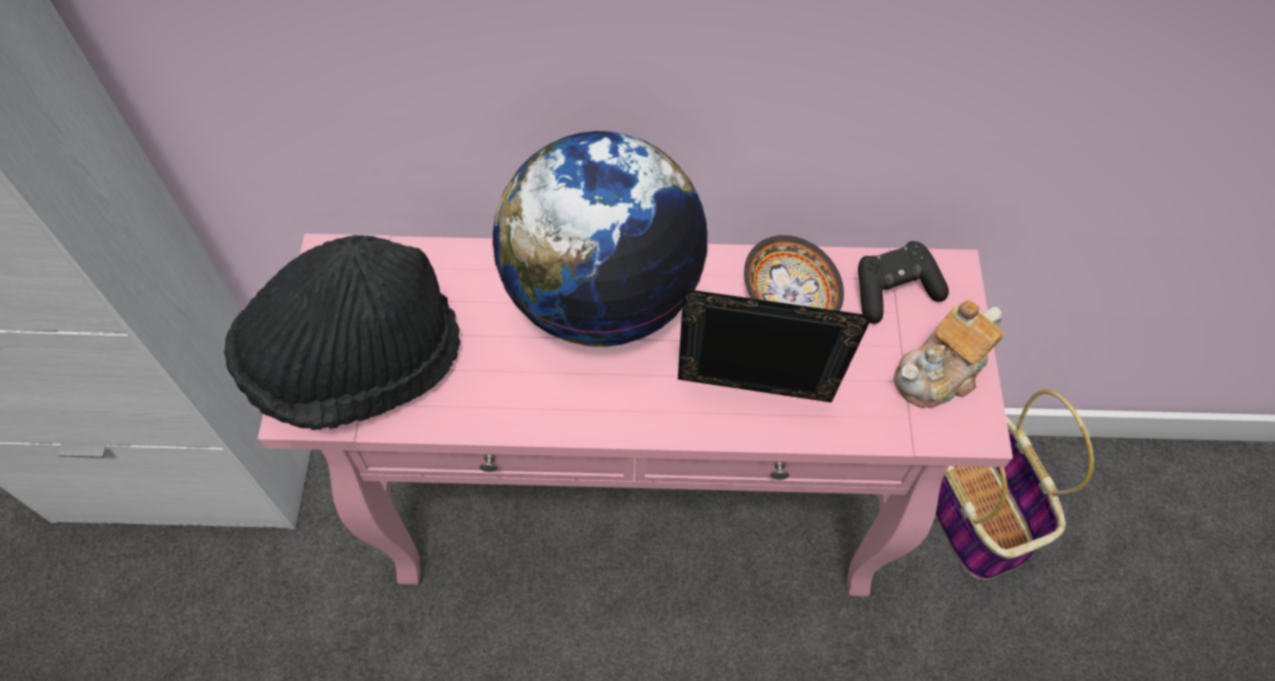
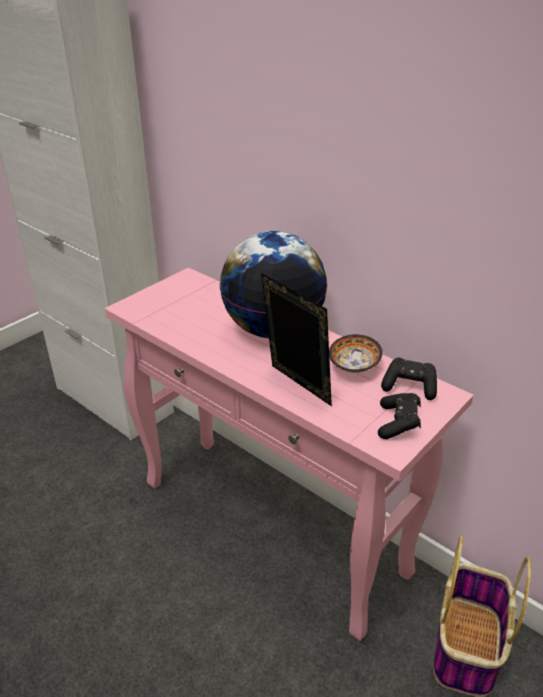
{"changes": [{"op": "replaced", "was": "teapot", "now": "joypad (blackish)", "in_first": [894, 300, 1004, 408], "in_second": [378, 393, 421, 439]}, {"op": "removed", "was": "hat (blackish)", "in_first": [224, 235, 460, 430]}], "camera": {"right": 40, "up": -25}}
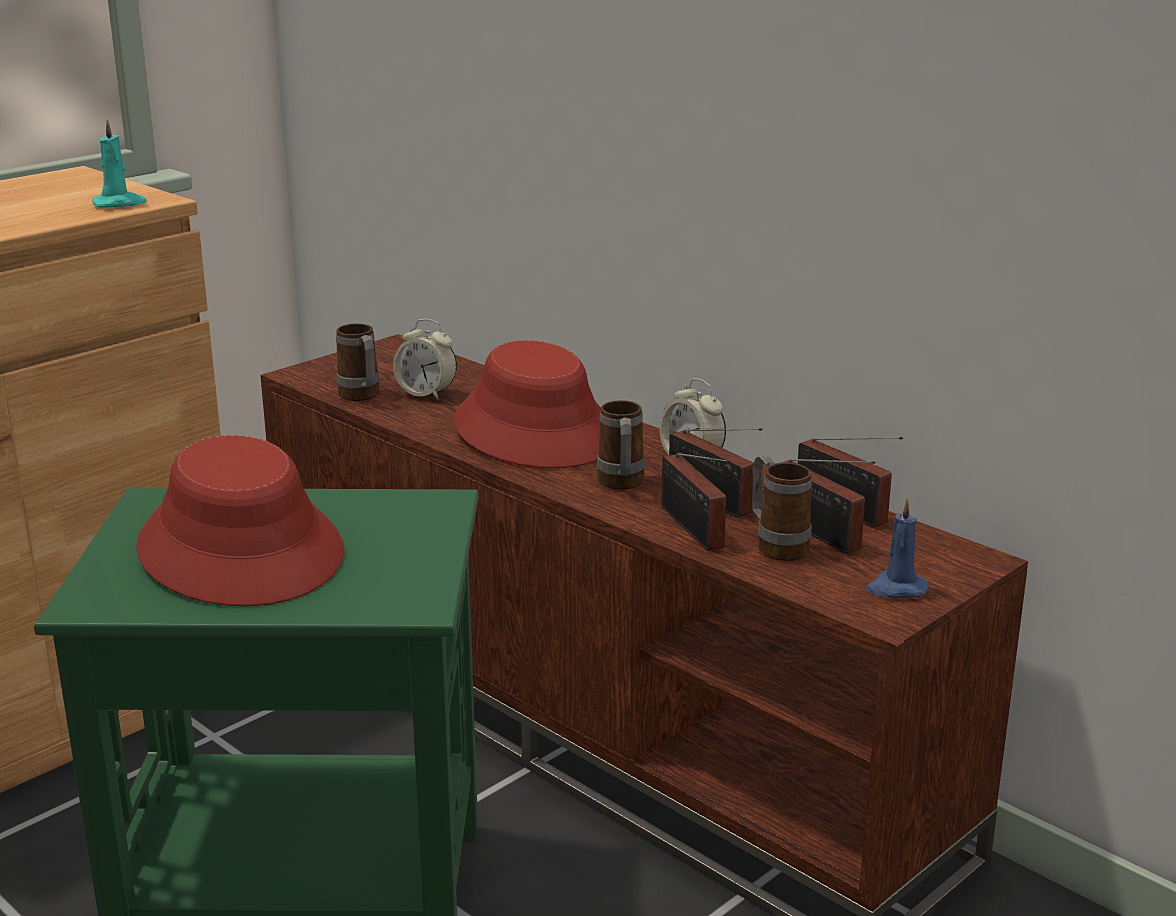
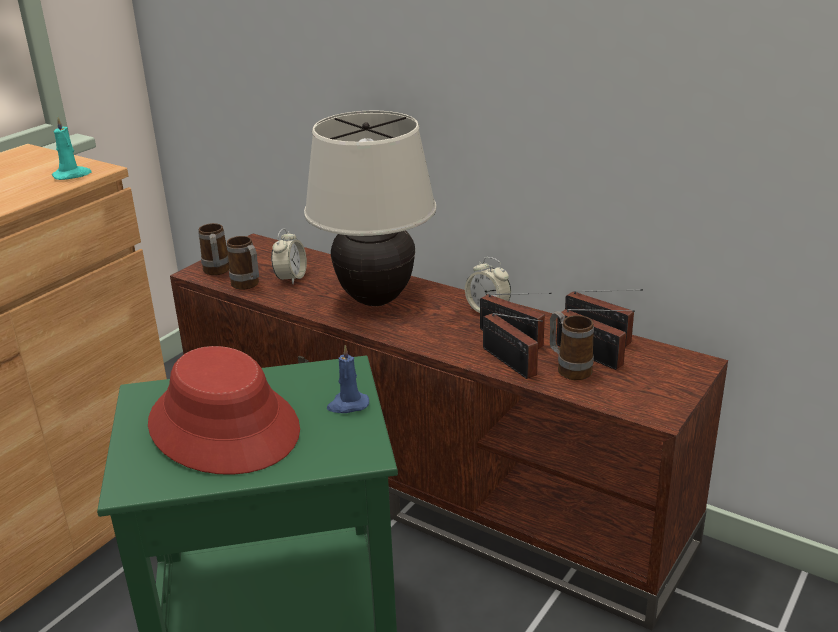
{"changes": [{"op": "moved", "was": "tea mug", "in_first": [597, 400, 645, 489], "in_second": [198, 223, 229, 275]}, {"op": "turned", "was": "alarm clock", "in_first": [393, 319, 457, 400], "in_second": [271, 228, 307, 284], "clockwise": -90}, {"op": "replaced", "was": "hat (red-coloured)", "now": "lamp for a table (sand-coloured)", "in_first": [454, 340, 601, 468], "in_second": [304, 111, 437, 306]}, {"op": "moved", "was": "wax candle (bluish)", "in_first": [866, 498, 928, 598], "in_second": [327, 345, 369, 413]}], "camera": {"right": -10, "up": 5}}
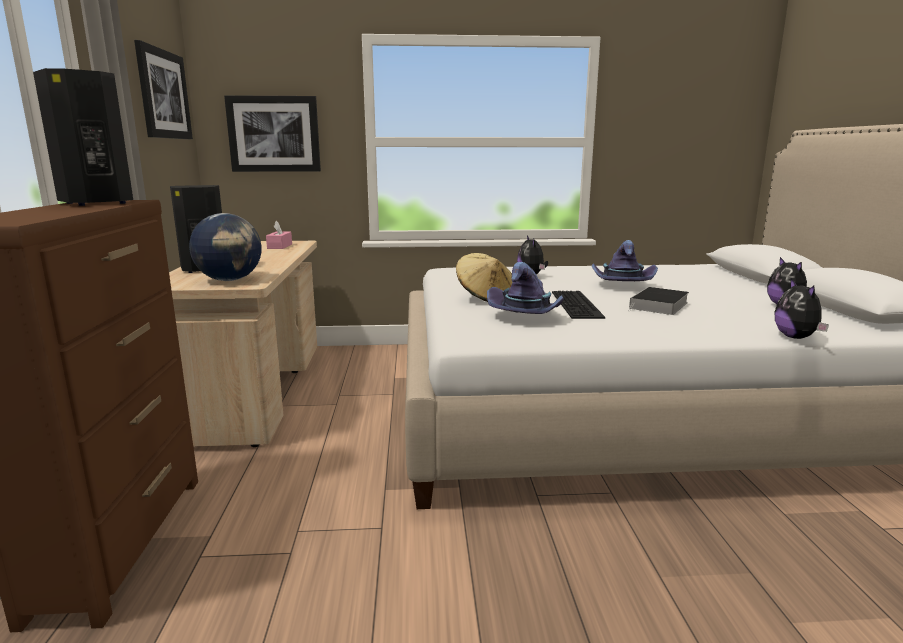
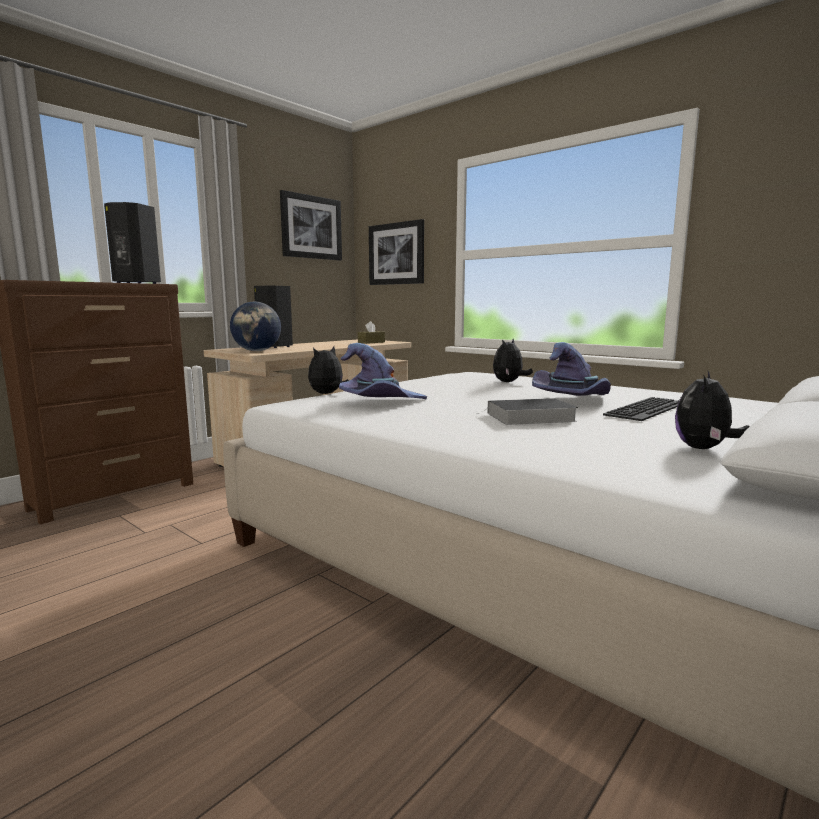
{"changes": [{"op": "moved", "was": "cuddly toy", "in_first": [774, 279, 829, 339], "in_second": [308, 347, 349, 394]}, {"op": "recoloured", "was": "tissue holder (pink)", "now": "tissue holder (brown-coloured)", "in_first": [266, 221, 292, 249], "in_second": [358, 321, 385, 344]}, {"op": "moved", "was": "computer keyboard", "in_first": [552, 291, 605, 319], "in_second": [603, 397, 679, 421]}, {"op": "removed", "was": "hat (sand-coloured)", "in_first": [456, 253, 512, 302]}], "camera": {"right": 45, "up": -5}}
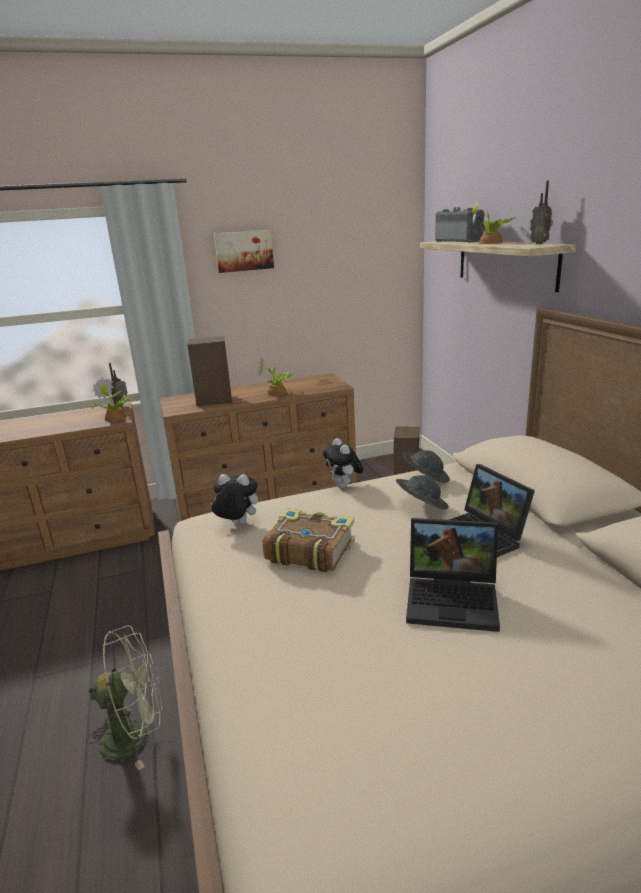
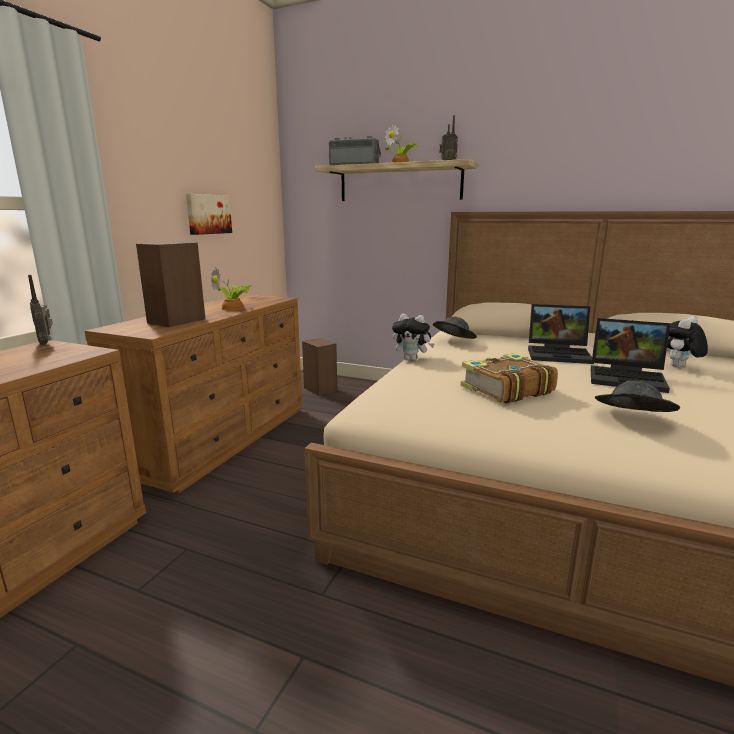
{"changes": [{"op": "moved", "was": "wall art", "in_first": [214, 230, 274, 273], "in_second": [186, 194, 232, 235]}, {"op": "turned", "was": "laptop", "in_first": [406, 518, 500, 632], "in_second": [591, 318, 670, 393], "clockwise": 60}, {"op": "moved", "was": "hat (grey)", "in_first": [396, 475, 448, 509], "in_second": [595, 381, 680, 412]}, {"op": "moved", "was": "cuddly toy", "in_first": [210, 474, 258, 524], "in_second": [667, 316, 708, 367]}, {"op": "removed", "was": "fan (greenish)", "in_first": [86, 625, 162, 770]}, {"op": "removed", "was": "plant in a pot", "in_first": [91, 377, 134, 422]}], "camera": {"right": -50, "up": -5}}
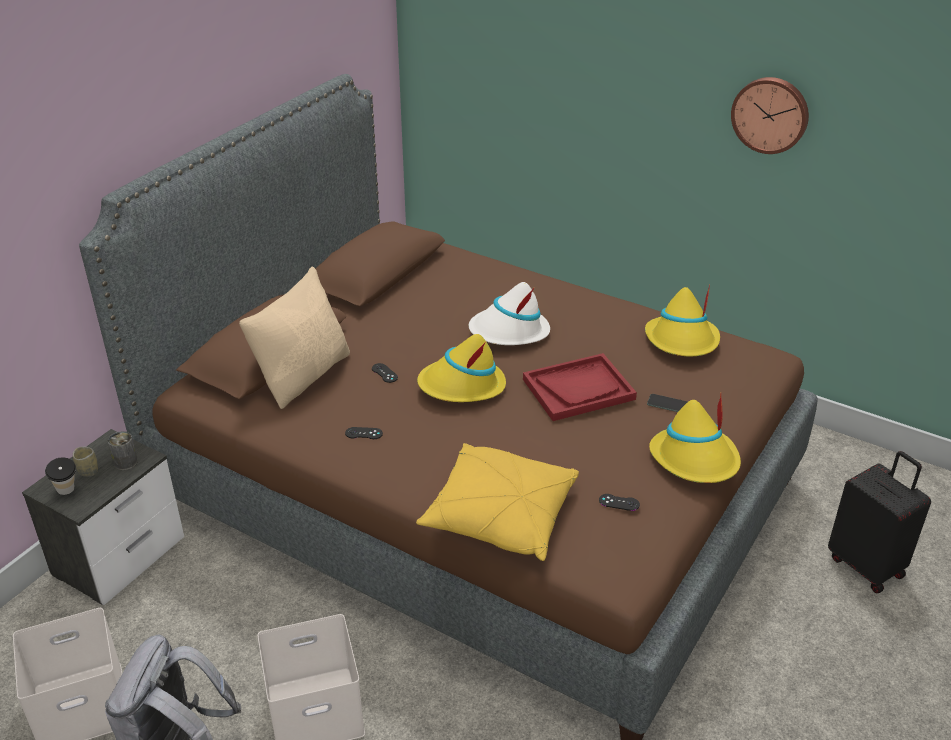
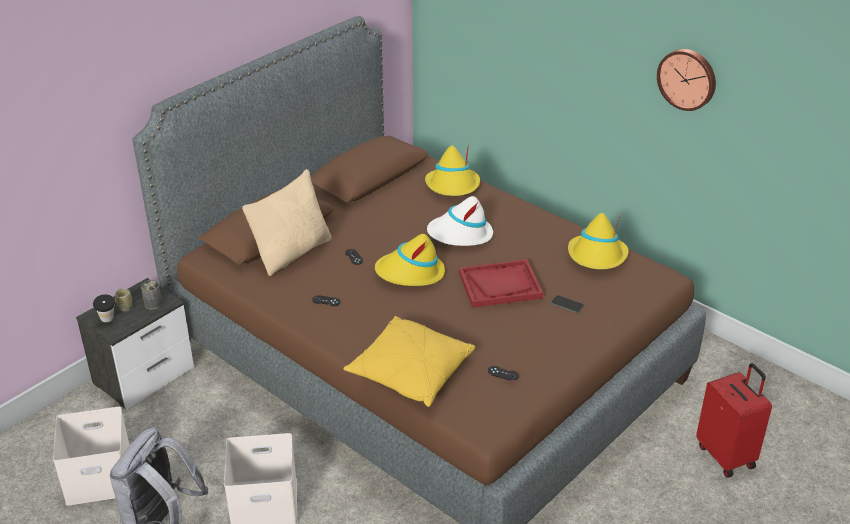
{"changes": [{"op": "moved", "was": "hat (yellowish)", "in_first": [649, 393, 741, 483], "in_second": [425, 142, 480, 196]}, {"op": "recoloured", "was": "travel case (blackish)", "now": "travel case (red-coloured)", "in_first": [828, 451, 931, 593], "in_second": [696, 363, 772, 478]}], "camera": {"right": 10, "up": 0}}
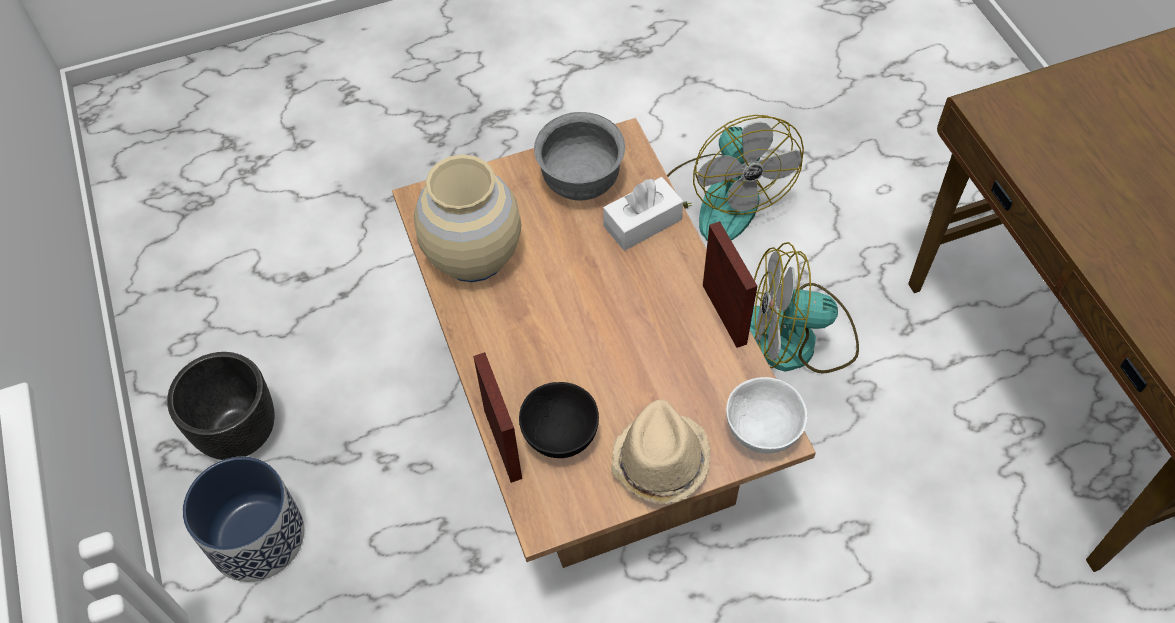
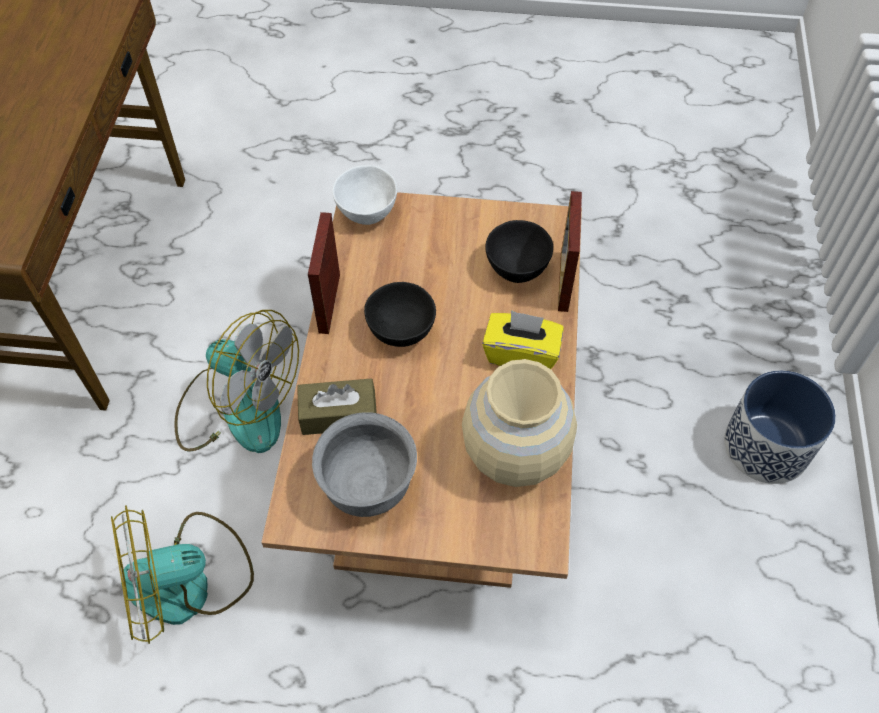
{"changes": [{"op": "turned", "was": "fan", "in_first": [667, 115, 804, 241], "in_second": [111, 505, 254, 644], "clockwise": -120}, {"op": "recoloured", "was": "tissue holder (white)", "now": "tissue holder (brown-coloured)", "in_first": [603, 177, 683, 251], "in_second": [297, 378, 377, 435]}, {"op": "added", "now": "serving bowl (blackish)", "in_second": [364, 282, 436, 347]}, {"op": "added", "now": "tissue holder (yellowish)", "in_second": [482, 310, 564, 369]}, {"op": "removed", "was": "plant pot (blackish)", "in_first": [167, 352, 275, 460]}, {"op": "removed", "was": "hat (sand-coloured)", "in_first": [611, 399, 710, 504]}], "camera": {"right": -155, "up": 0}}
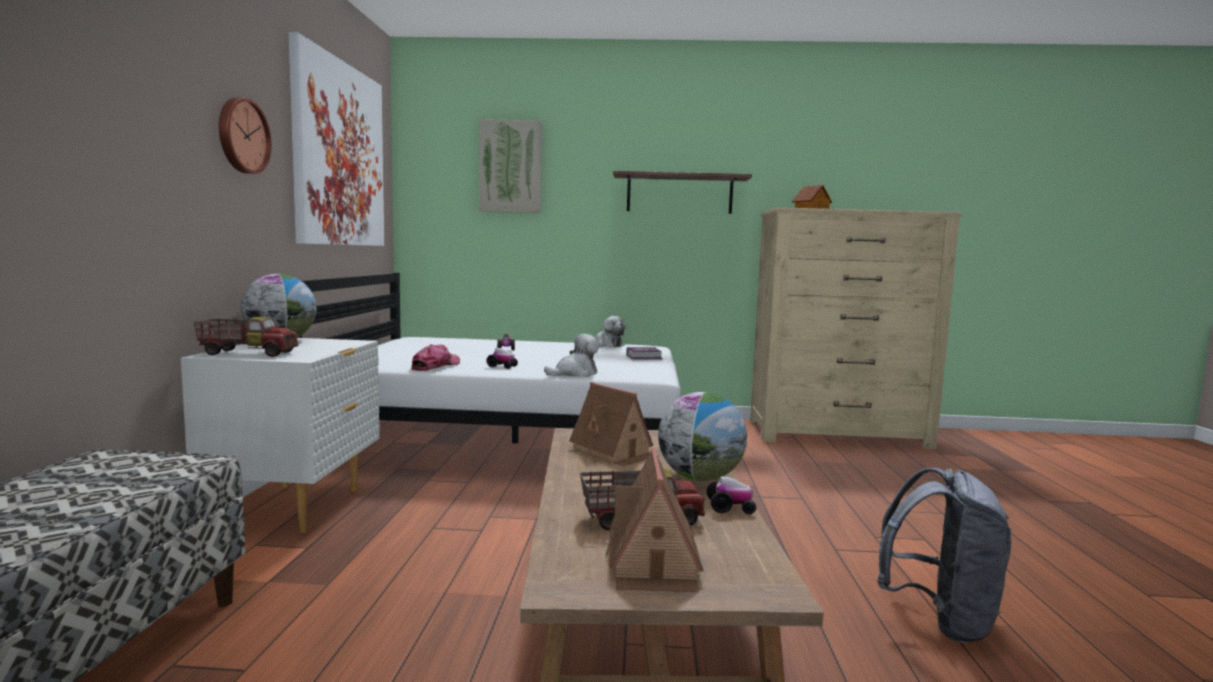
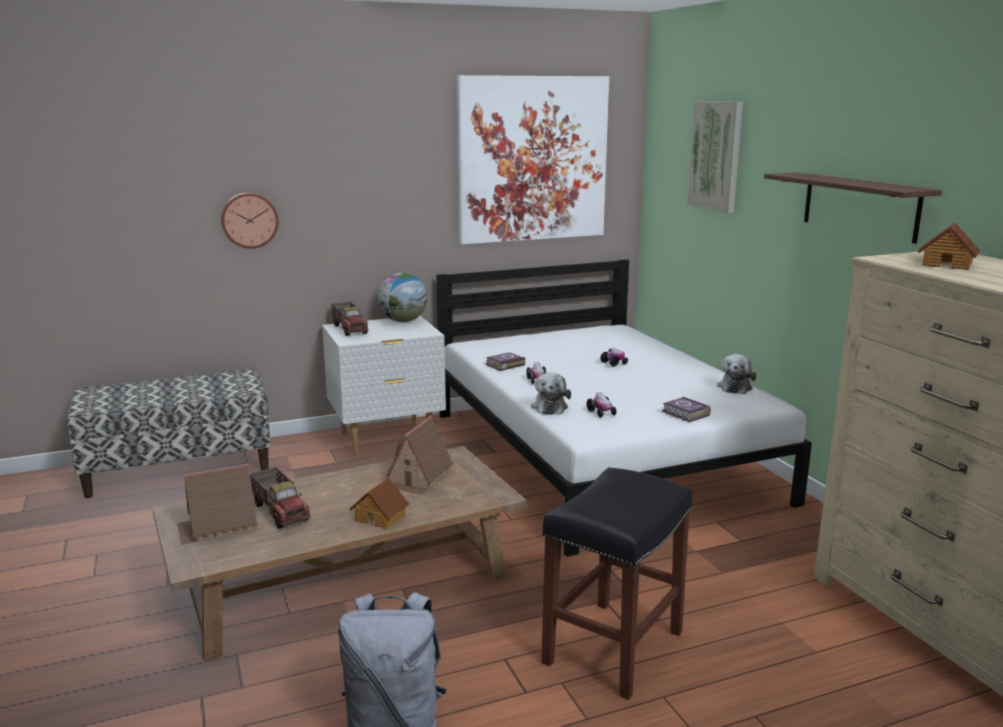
{"changes": [{"op": "moved", "was": "clock on the wall", "in_first": [219, 98, 272, 174], "in_second": [221, 193, 278, 249]}, {"op": "replaced", "was": "world globe", "now": "model house", "in_first": [658, 392, 747, 481], "in_second": [350, 478, 409, 530]}, {"op": "replaced", "was": "cap", "now": "bound book", "in_first": [411, 344, 460, 371], "in_second": [485, 352, 525, 371]}, {"op": "turned", "was": "cuddly toy", "in_first": [544, 334, 599, 377], "in_second": [531, 372, 571, 415], "clockwise": 60}, {"op": "added", "now": "stool seat (blackish)", "in_second": [541, 467, 693, 700]}, {"op": "moved", "was": "model car", "in_first": [706, 476, 757, 514], "in_second": [587, 392, 617, 418]}], "camera": {"right": 65, "up": 10}}
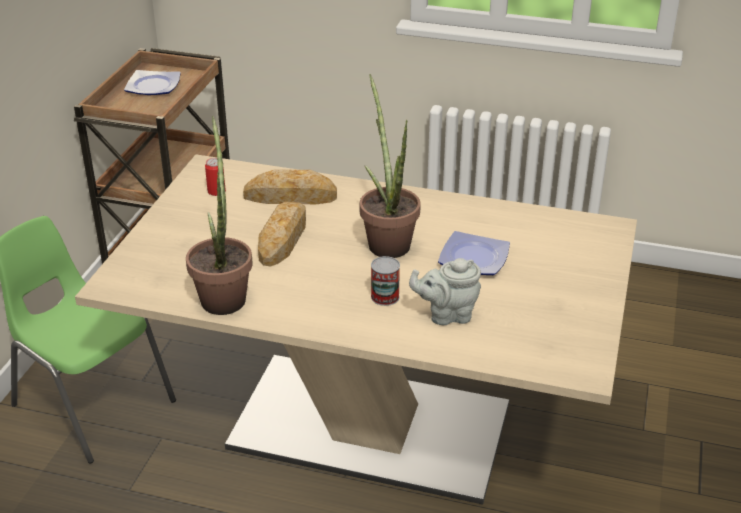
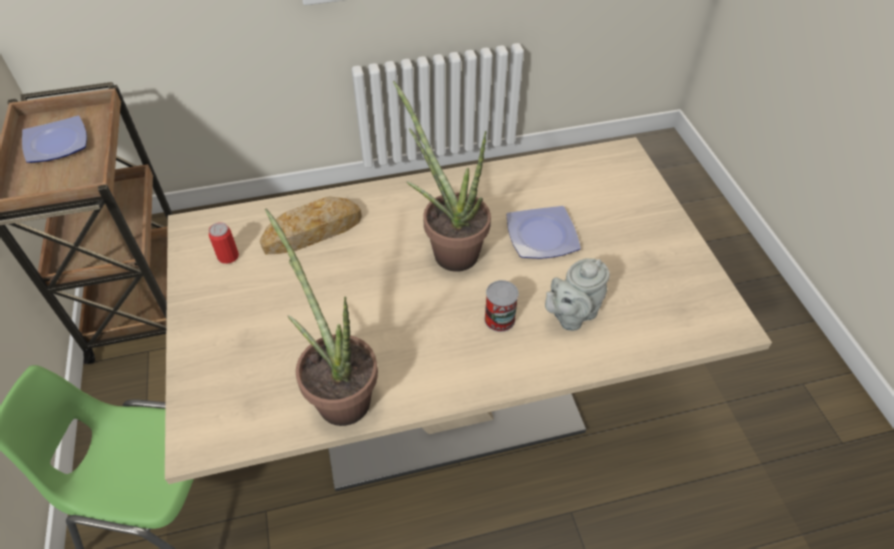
{"changes": [{"op": "removed", "was": "bakery bread", "in_first": [258, 202, 306, 267]}], "camera": {"right": -30, "up": 15}}
